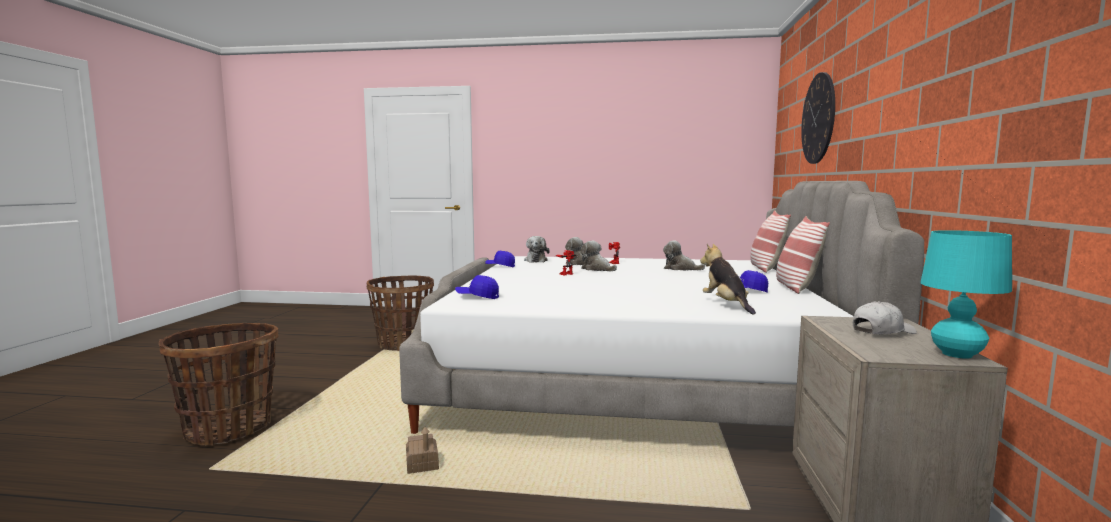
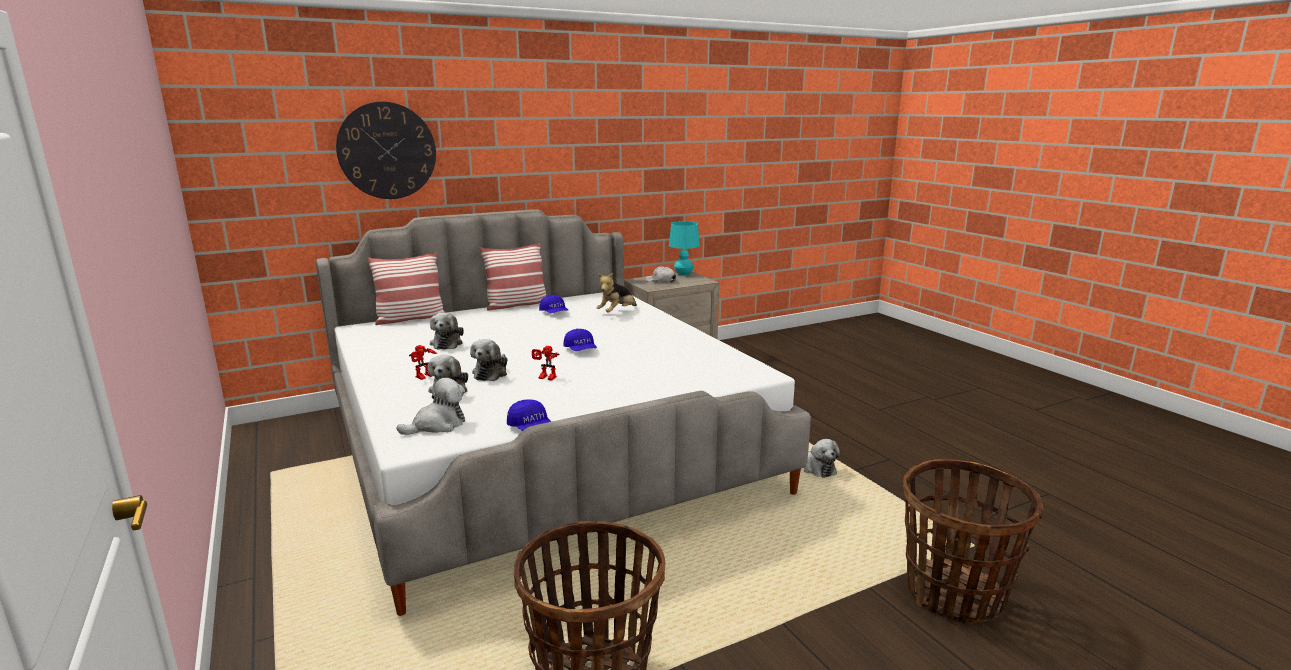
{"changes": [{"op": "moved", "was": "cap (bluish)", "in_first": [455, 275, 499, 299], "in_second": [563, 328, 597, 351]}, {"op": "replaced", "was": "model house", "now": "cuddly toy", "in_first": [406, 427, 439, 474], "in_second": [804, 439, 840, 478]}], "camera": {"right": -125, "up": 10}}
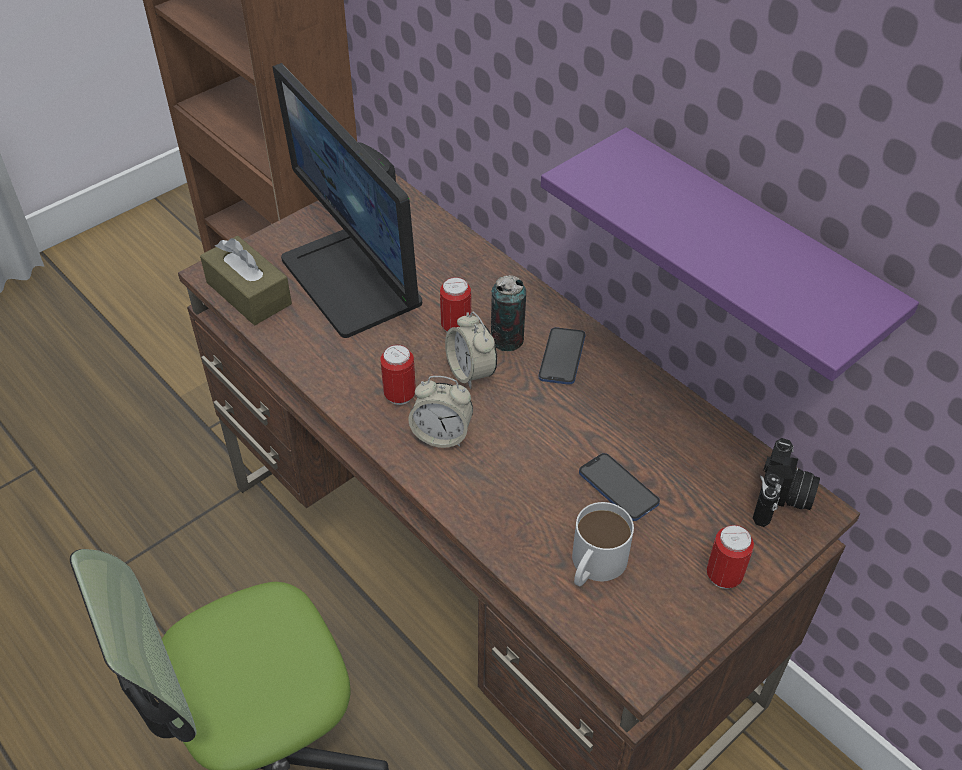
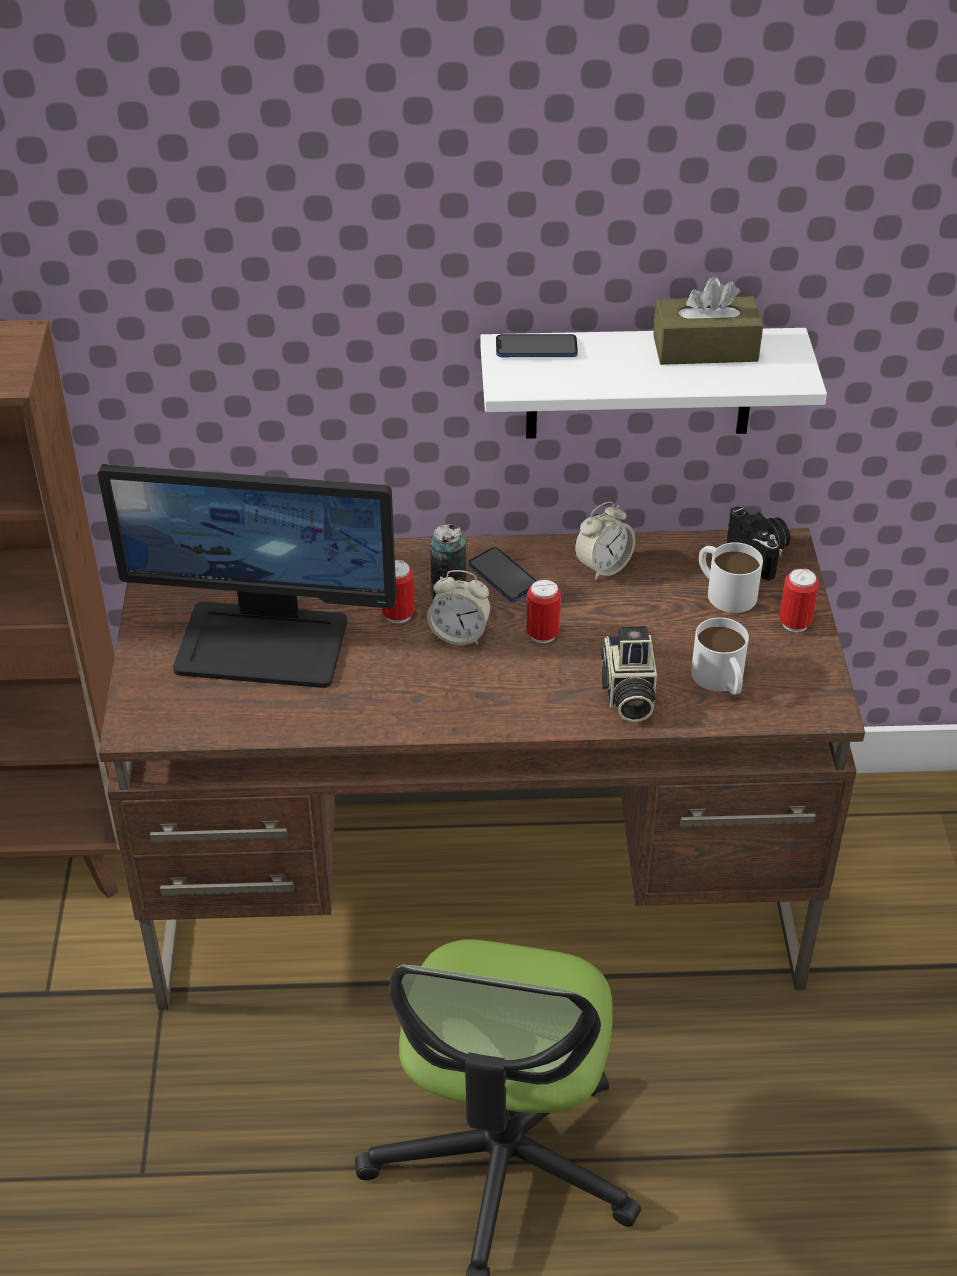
{"changes": [{"op": "recoloured", "was": "shelf (purple-coloured)", "now": "shelf (white)", "in_first": [541, 127, 919, 381], "in_second": [480, 328, 827, 439]}, {"op": "moved", "was": "phone", "in_first": [579, 453, 660, 521], "in_second": [496, 334, 578, 357]}, {"op": "moved", "was": "can", "in_first": [380, 344, 416, 405], "in_second": [526, 579, 561, 643]}, {"op": "moved", "was": "alarm clock", "in_first": [408, 376, 473, 448], "in_second": [574, 501, 635, 580]}, {"op": "added", "now": "still camera", "in_second": [600, 626, 657, 722]}, {"op": "moved", "was": "tissue holder (brown-coloured)", "in_first": [200, 236, 292, 325], "in_second": [653, 277, 763, 365]}, {"op": "added", "now": "tea mug (white)", "in_second": [699, 542, 763, 613]}], "camera": {"right": -50, "up": -5}}
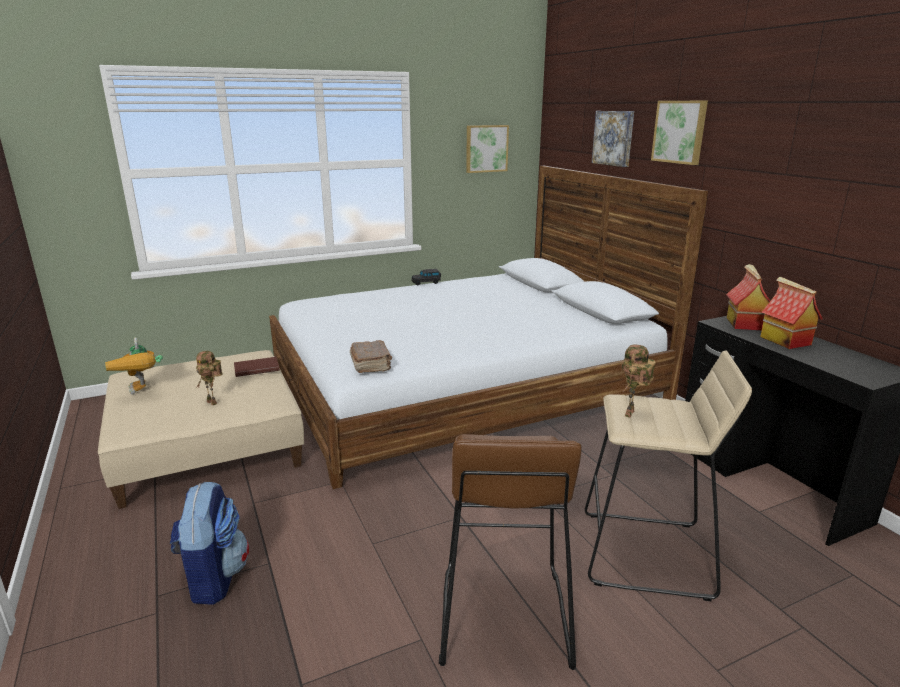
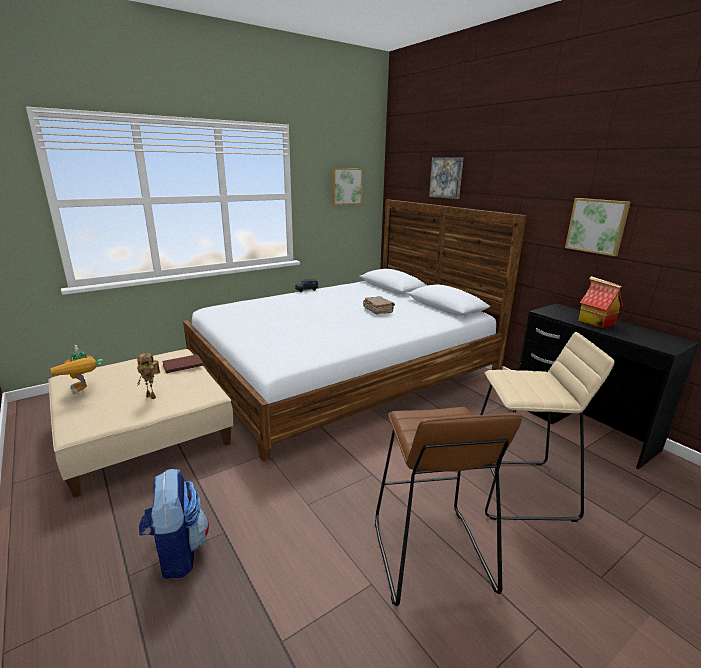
{"changes": [{"op": "moved", "was": "bound book (brown-coloured)", "in_first": [350, 340, 392, 373], "in_second": [363, 296, 395, 314]}, {"op": "moved", "was": "wall art", "in_first": [651, 101, 708, 165], "in_second": [565, 198, 631, 256]}, {"op": "removed", "was": "robot figure", "in_first": [621, 344, 656, 418]}, {"op": "removed", "was": "model house", "in_first": [726, 264, 771, 330]}], "camera": {"right": -10, "up": 0}}
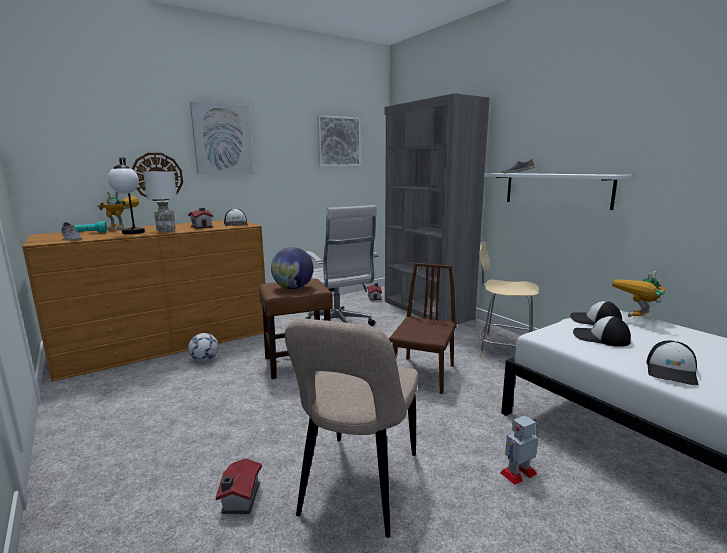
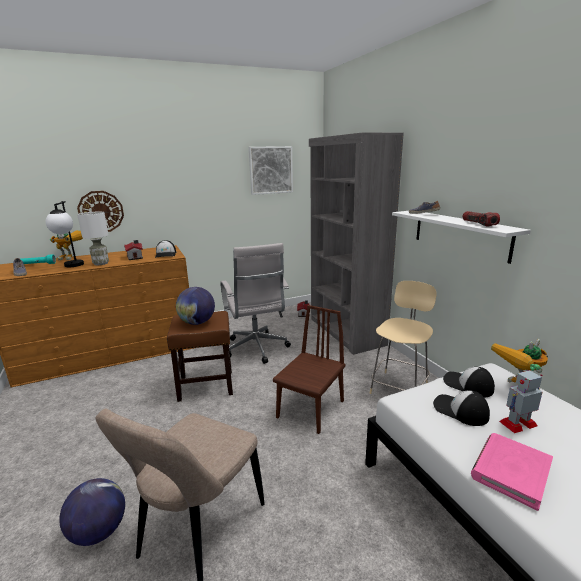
{"changes": [{"op": "replaced", "was": "model house", "now": "world globe", "in_first": [216, 458, 262, 514], "in_second": [59, 478, 125, 546]}, {"op": "turned", "was": "upright chair (sand-coloured)", "in_first": [479, 242, 539, 358], "in_second": [370, 281, 437, 394], "clockwise": 90}, {"op": "added", "now": "torch", "in_second": [462, 211, 500, 226]}, {"op": "replaced", "was": "cap", "now": "bound book (pink)", "in_first": [646, 341, 698, 385], "in_second": [471, 433, 553, 511]}, {"op": "moved", "was": "robot figure", "in_first": [500, 415, 538, 485], "in_second": [499, 370, 542, 433]}, {"op": "removed", "was": "ball for football", "in_first": [188, 333, 219, 362]}, {"op": "removed", "was": "wall art", "in_first": [190, 101, 253, 174]}], "camera": {"right": 10, "up": 5}}
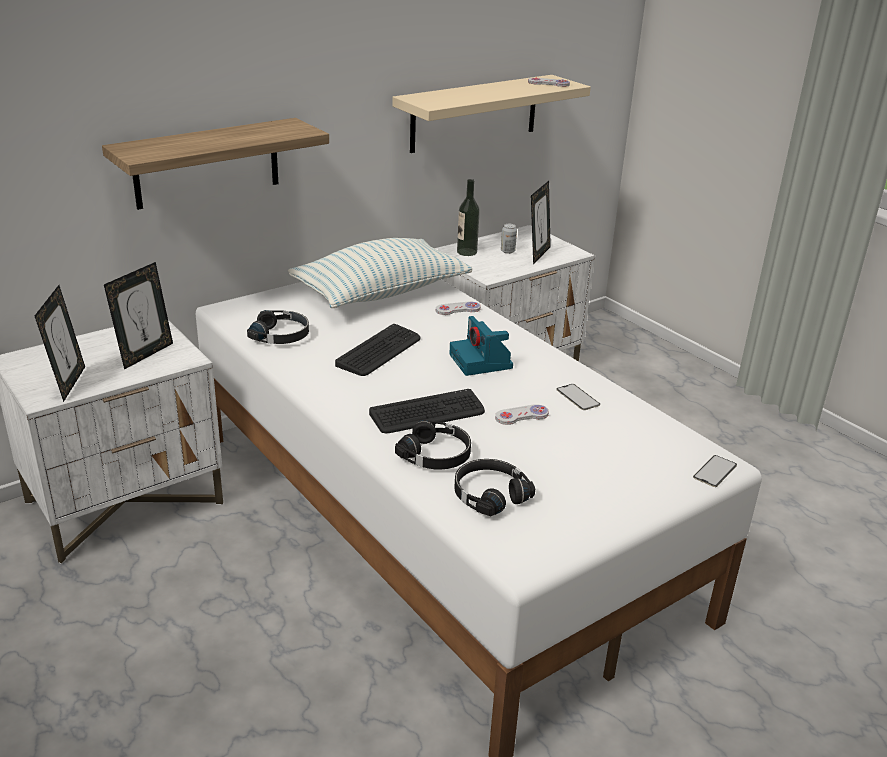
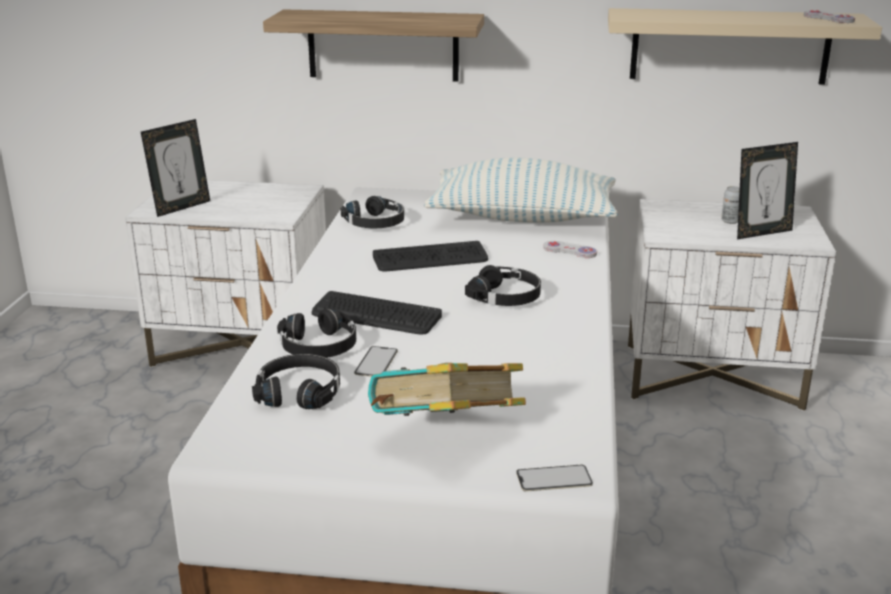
{"changes": [{"op": "moved", "was": "phone", "in_first": [556, 384, 600, 410], "in_second": [354, 346, 398, 377]}, {"op": "added", "now": "bound book", "in_second": [368, 363, 526, 416]}, {"op": "replaced", "was": "still camera", "now": "pair of headphones (blackish)", "in_first": [450, 316, 513, 376], "in_second": [465, 265, 541, 306]}, {"op": "removed", "was": "standing frame", "in_first": [104, 262, 173, 369]}, {"op": "removed", "was": "beverage bottle", "in_first": [457, 179, 480, 256]}, {"op": "removed", "was": "joypad (white)", "in_first": [495, 404, 549, 425]}], "camera": {"right": 45, "up": -5}}
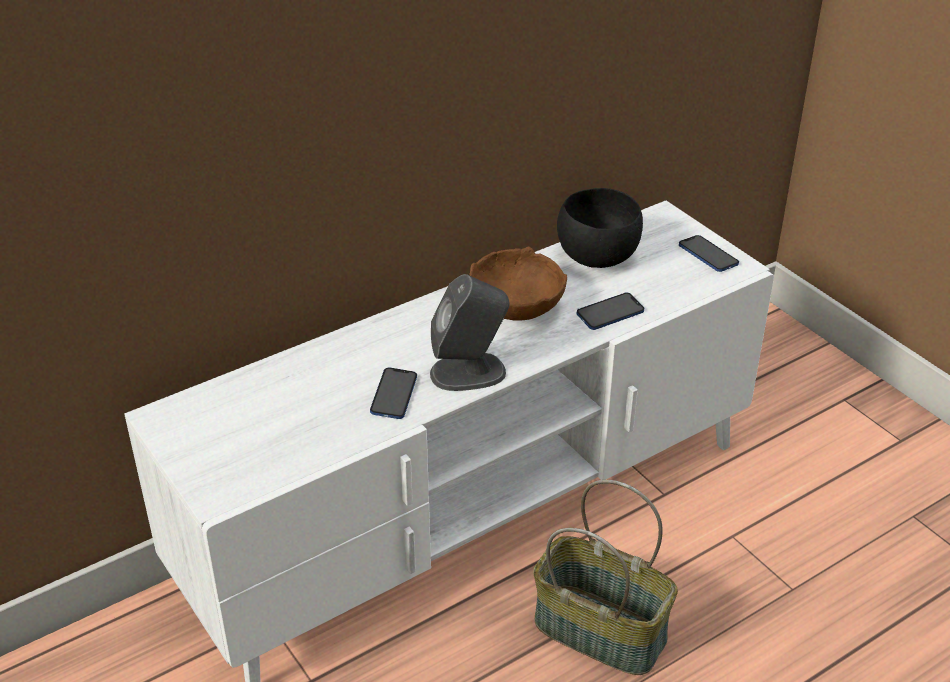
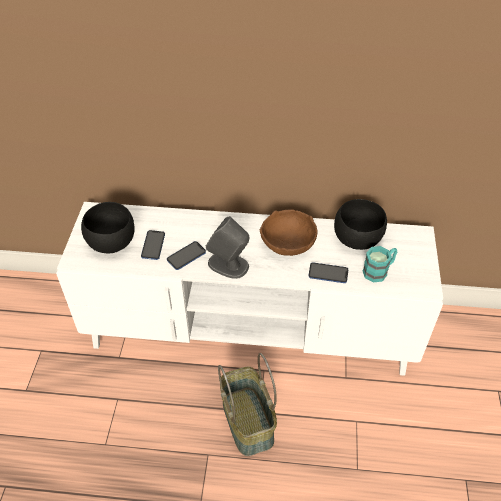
{"changes": [{"op": "added", "now": "serving bowl (blackish)", "in_second": [81, 202, 135, 253]}, {"op": "moved", "was": "phone", "in_first": [679, 235, 739, 272], "in_second": [141, 230, 165, 260]}, {"op": "added", "now": "tea mug (turquoise-coloured)", "in_second": [363, 246, 397, 282]}], "camera": {"right": 40, "up": 10}}
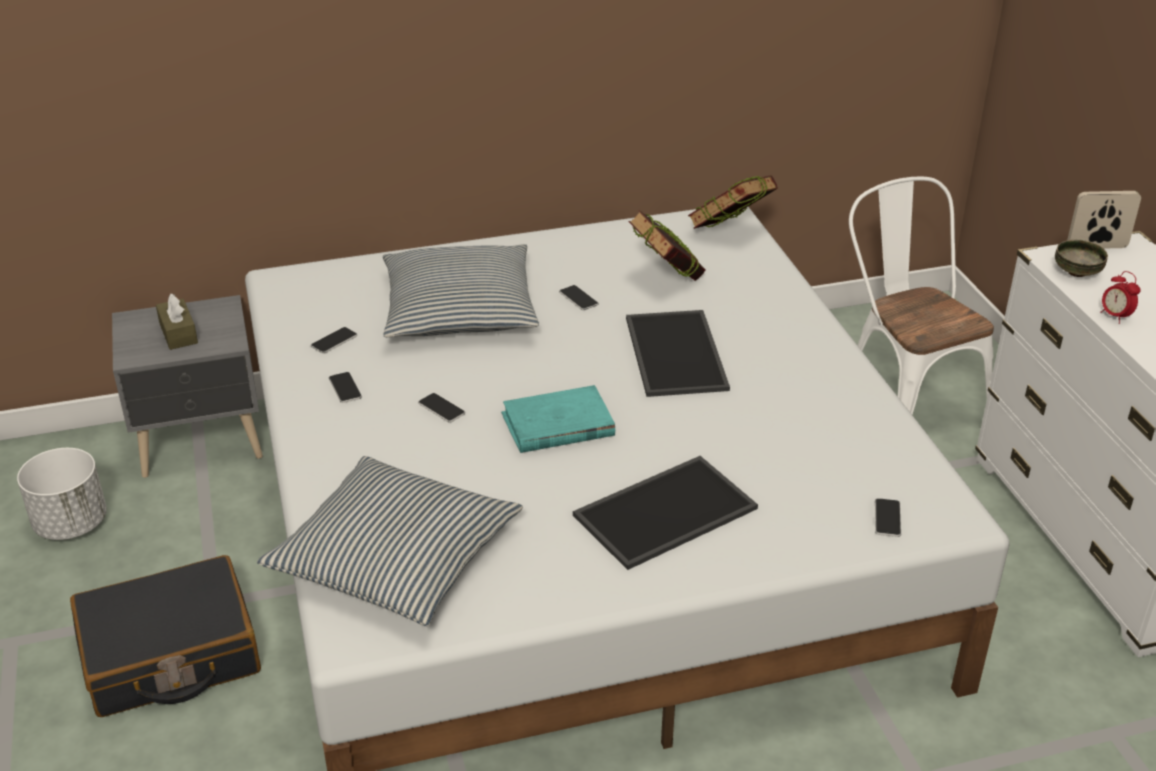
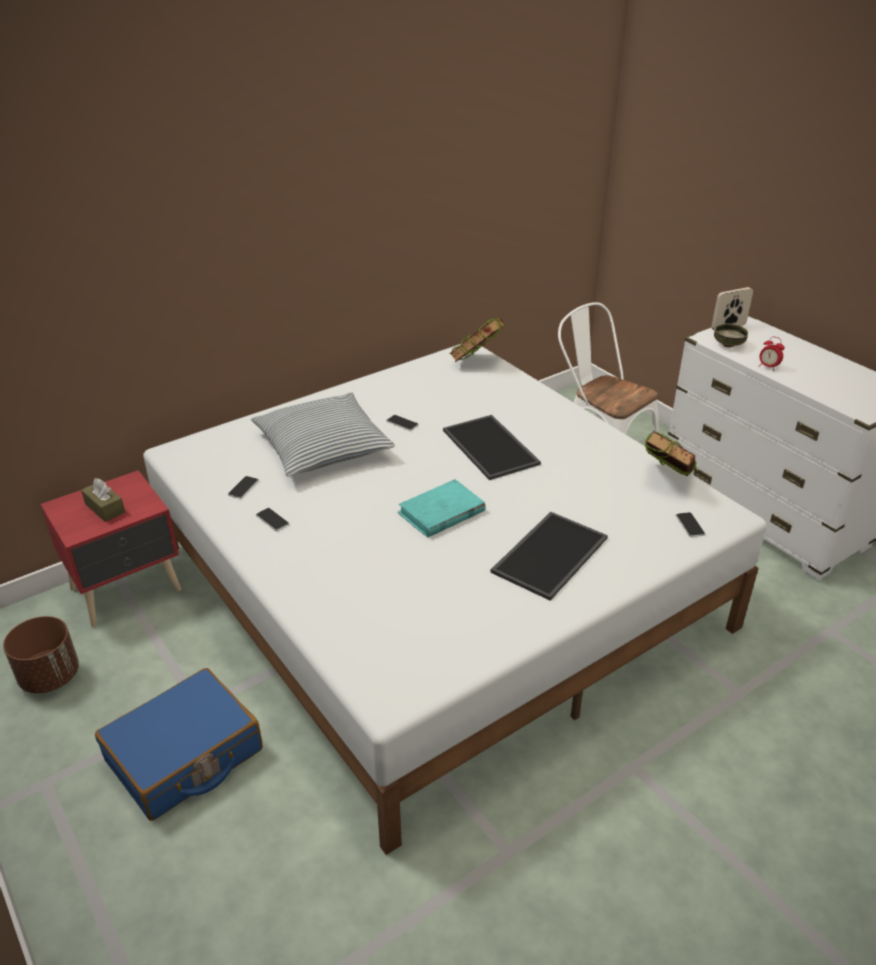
{"changes": [{"op": "recoloured", "was": "plant pot (white)", "now": "plant pot (brown-coloured)", "in_first": [17, 448, 107, 540], "in_second": [3, 616, 79, 693]}, {"op": "recoloured", "was": "night table (grey)", "now": "night table (red-coloured)", "in_first": [112, 295, 263, 478], "in_second": [40, 470, 181, 627]}, {"op": "recoloured", "was": "travel case (blackish)", "now": "travel case (bluish)", "in_first": [70, 555, 261, 717], "in_second": [95, 668, 263, 821]}, {"op": "moved", "was": "bound book", "in_first": [628, 210, 706, 281], "in_second": [645, 431, 697, 476]}, {"op": "removed", "was": "cushion", "in_first": [257, 456, 523, 626]}, {"op": "removed", "was": "phone", "in_first": [418, 393, 465, 423]}], "camera": {"right": -20, "up": 0}}
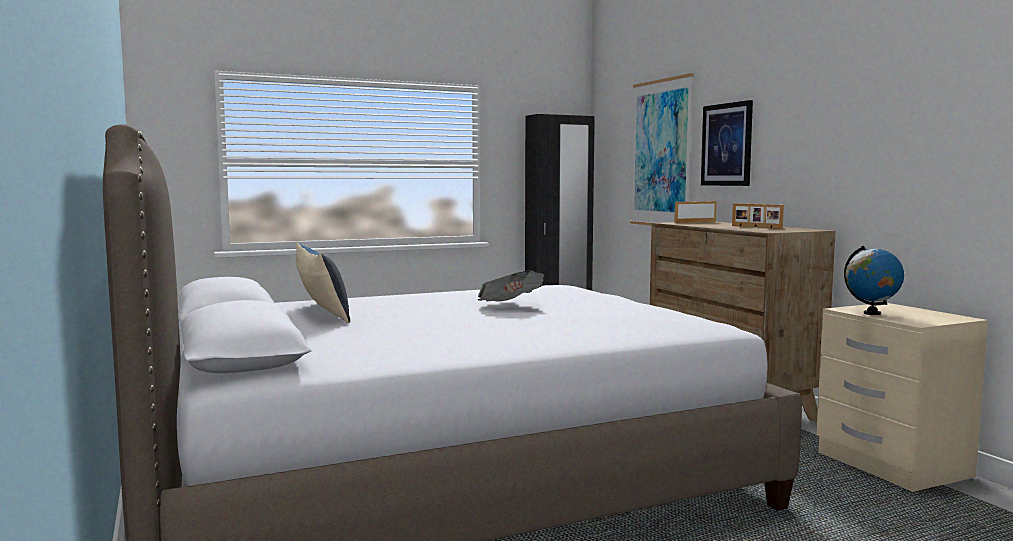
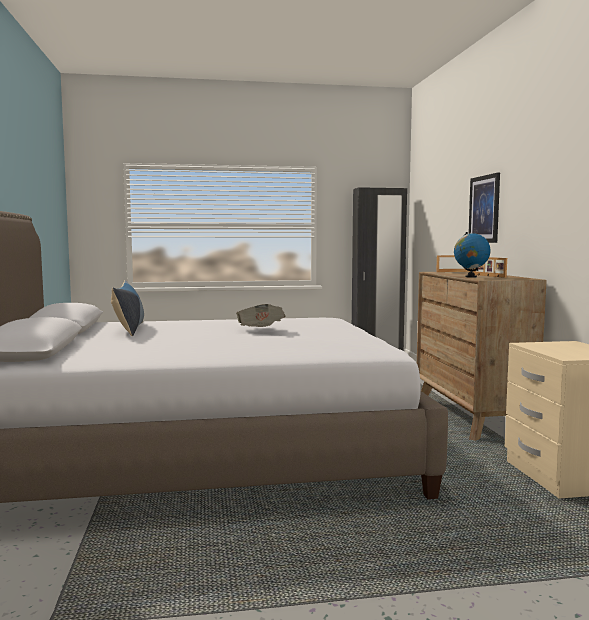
{"changes": [{"op": "moved", "was": "world globe", "in_first": [844, 246, 904, 315], "in_second": [454, 232, 491, 277]}, {"op": "removed", "was": "wall art", "in_first": [630, 73, 694, 225]}], "camera": {"right": 15, "up": 0}}
